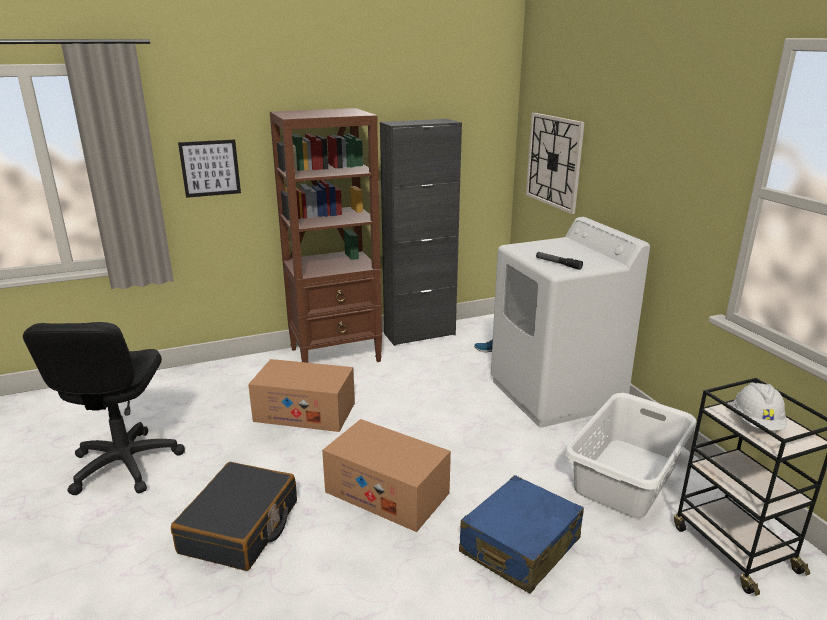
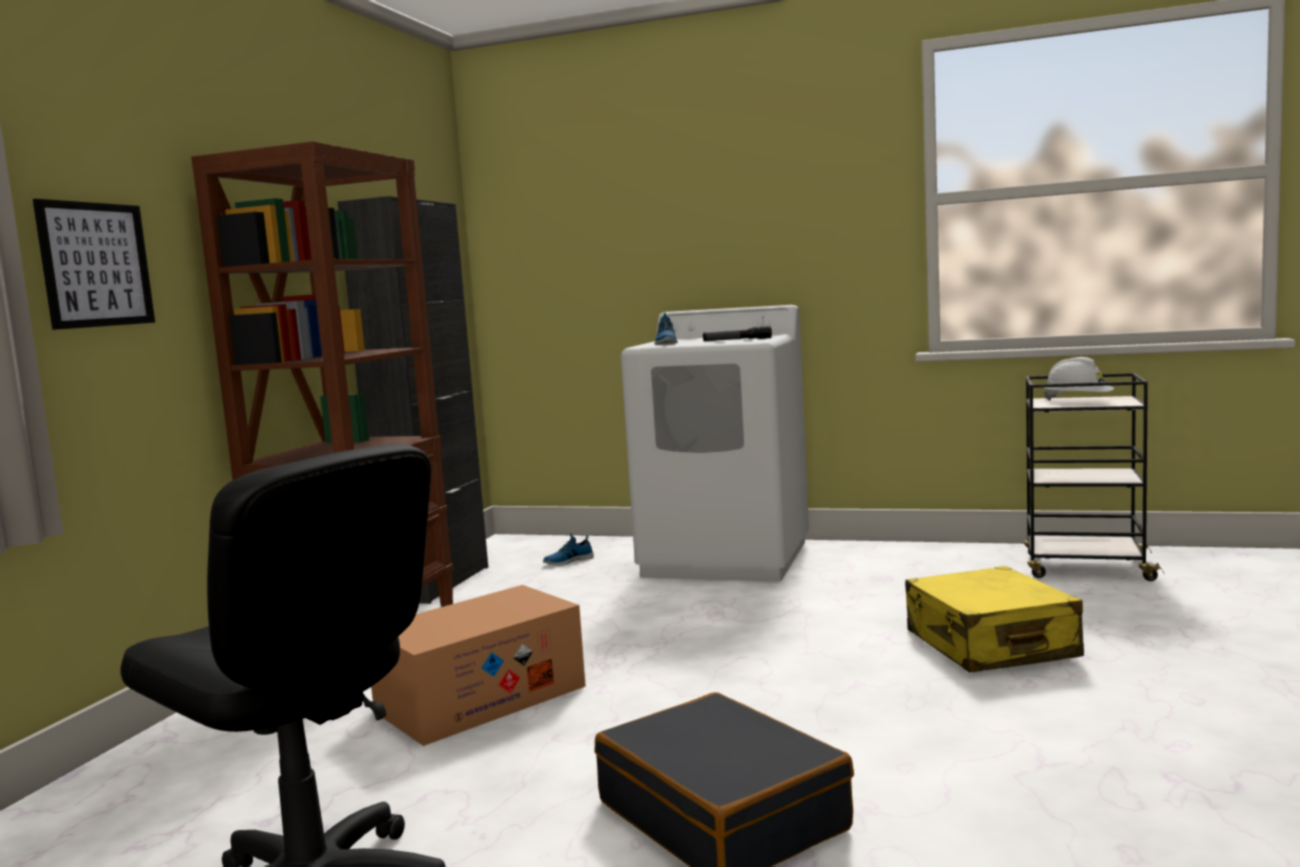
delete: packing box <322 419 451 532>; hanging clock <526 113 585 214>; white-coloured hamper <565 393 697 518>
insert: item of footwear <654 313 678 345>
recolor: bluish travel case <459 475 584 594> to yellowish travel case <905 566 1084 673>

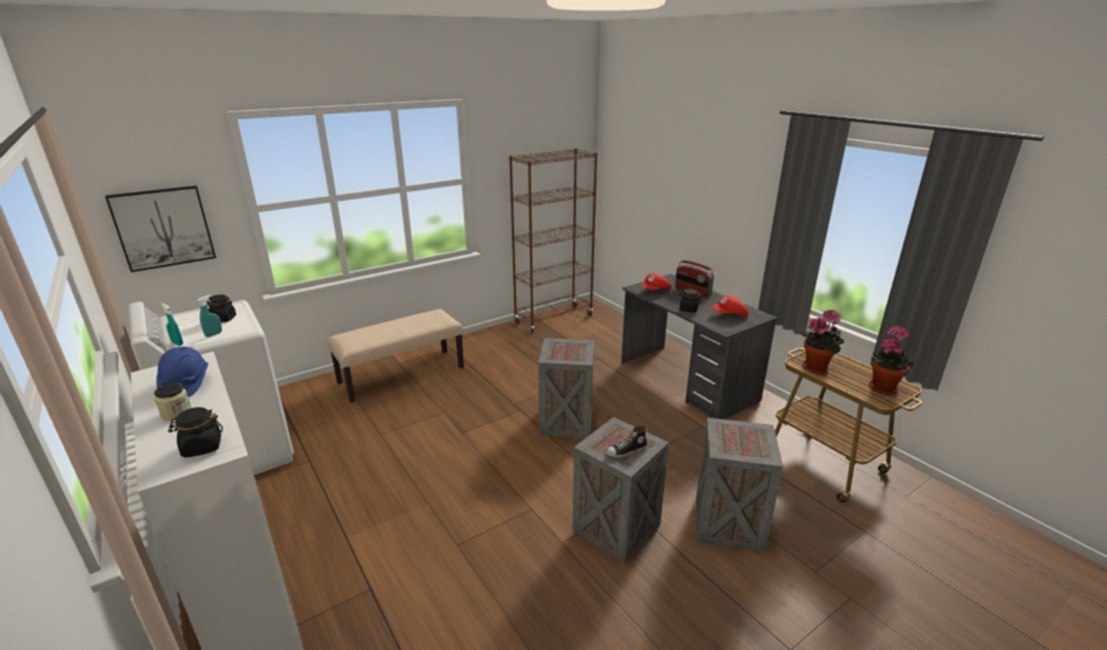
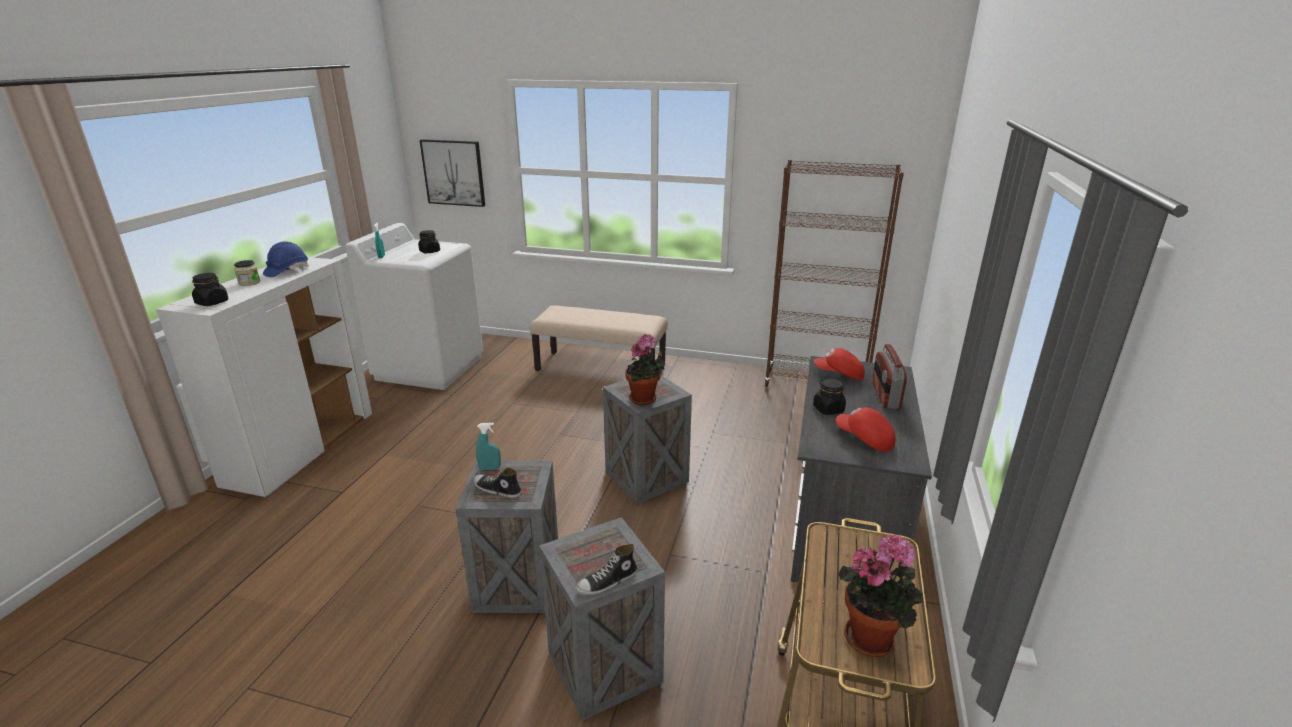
insert: item of footwear <576 544 637 595>
move: turquoise hand sprayer <197 295 222 337> to <476 423 501 470>; houseplant <801 309 844 374> to <625 334 665 405>

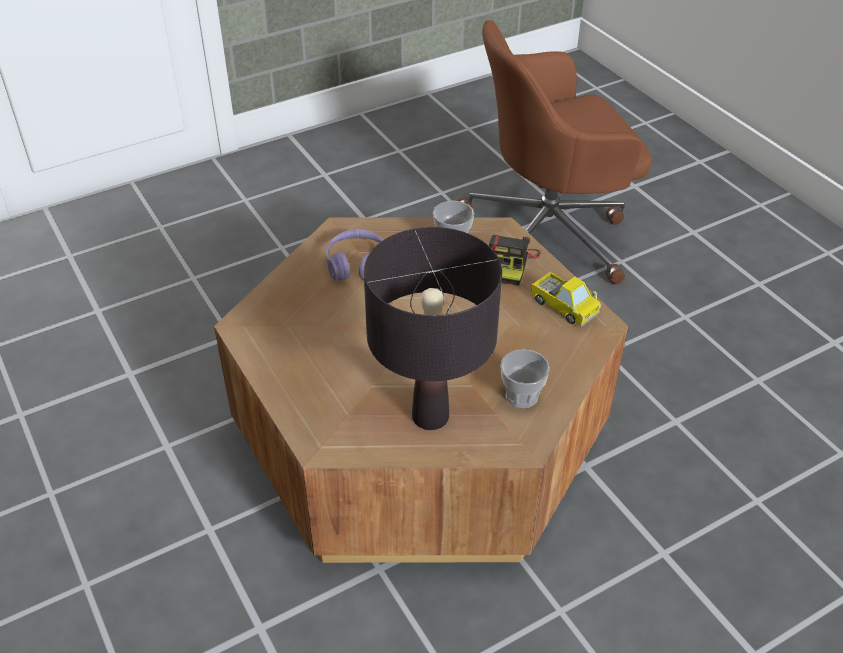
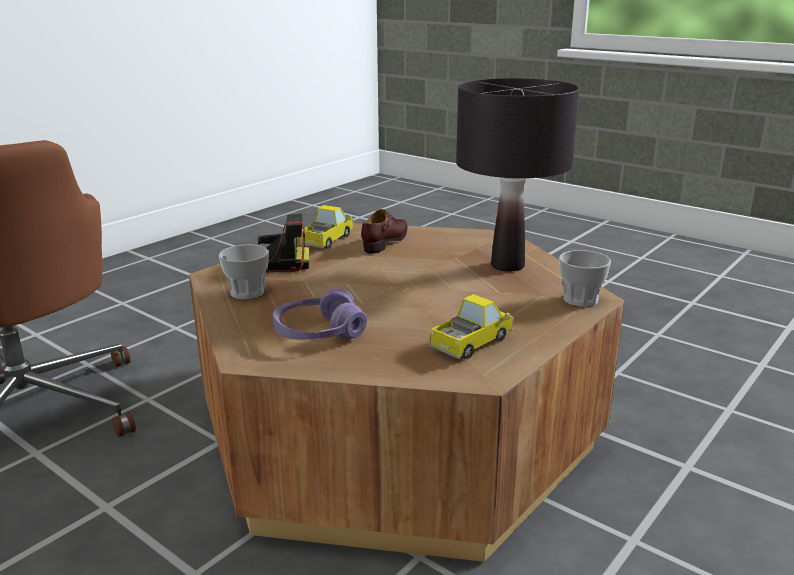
insert: brown item of footwear <361 209 408 254>; toy truck <430 294 514 359>
move: small cup <500 349 550 408> to <559 250 611 307>

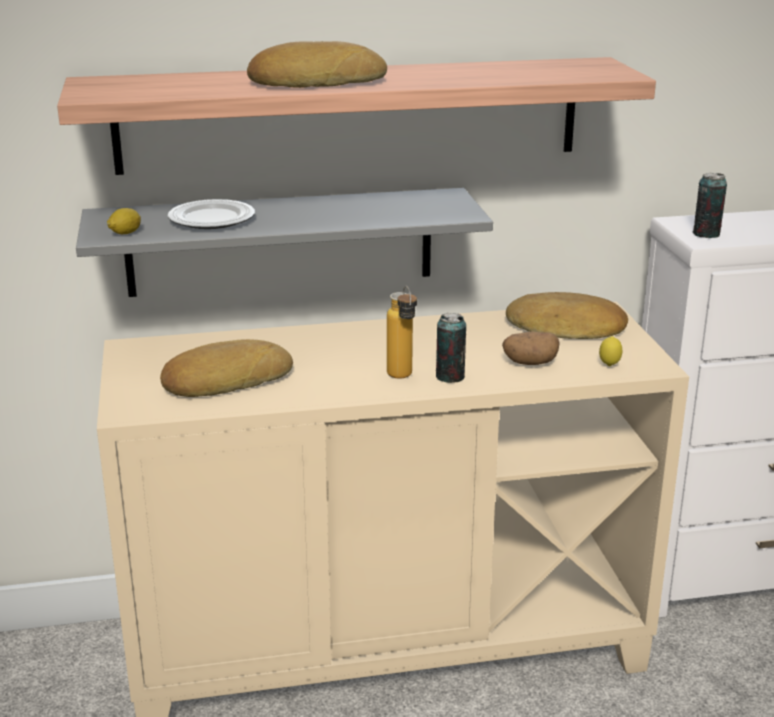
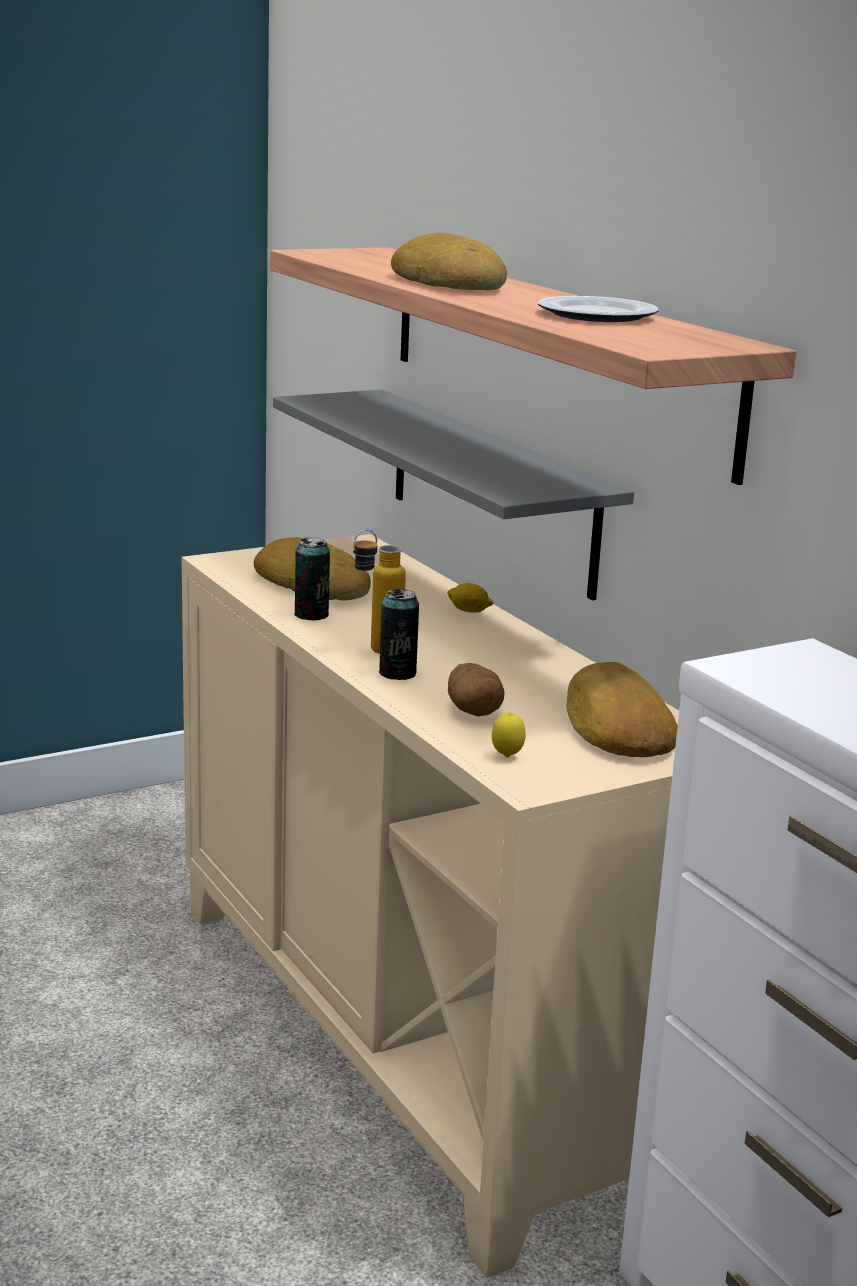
move: citrus fruit <107 208 141 234> to <447 583 493 613>; plate <168 199 255 229> to <538 296 659 322>; sealed can <692 172 727 238> to <294 537 330 621>

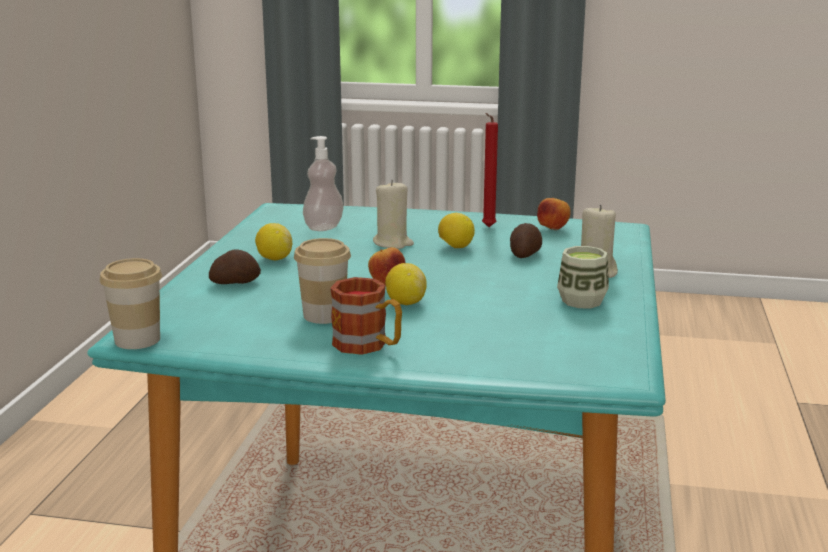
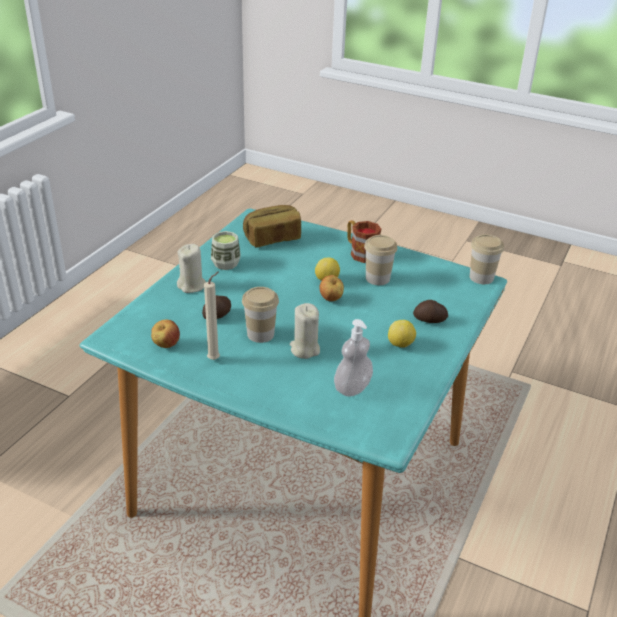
insert: bread <243 205 301 248>
replace: citrus fruit <438 213 475 248> to small cup <242 287 279 343>
recolor: reddish wax light <482 113 498 227> to sand-coloured wax light <204 271 220 360>

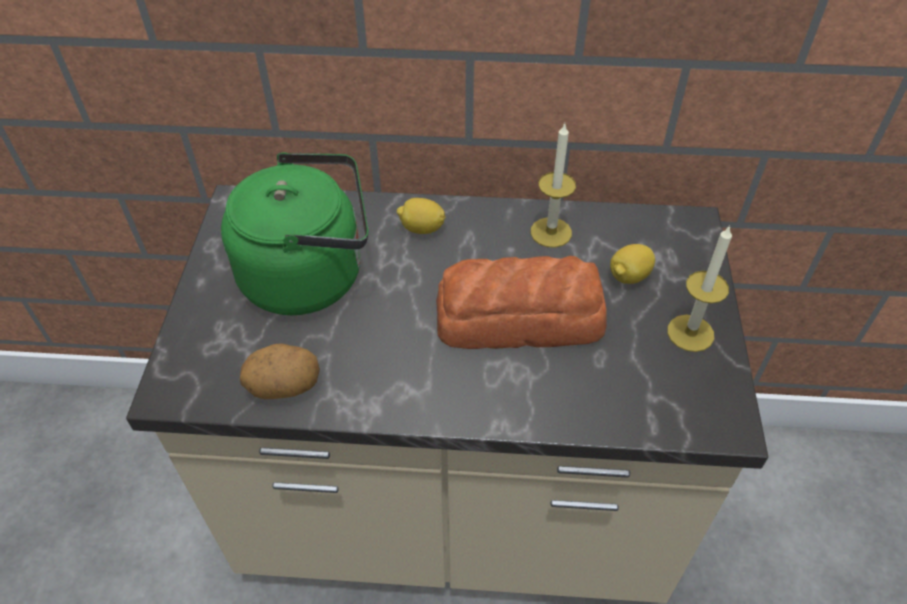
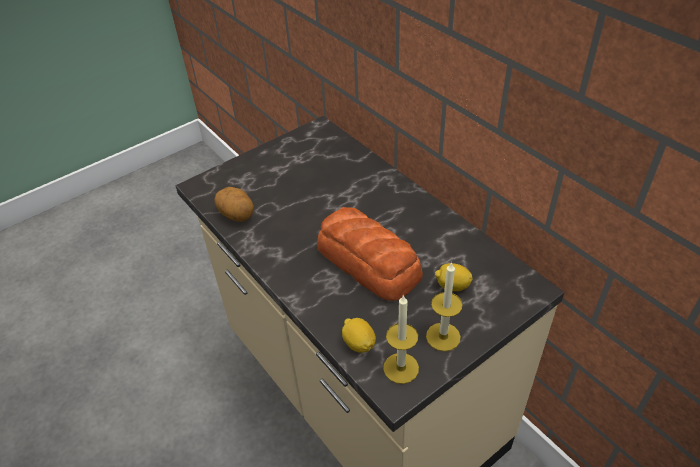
delete: greenish tea kettle <221 152 368 315>
move: citrus fruit <397 198 446 234> to <342 318 376 353>; wax light <531 124 576 248> to <383 294 419 384>

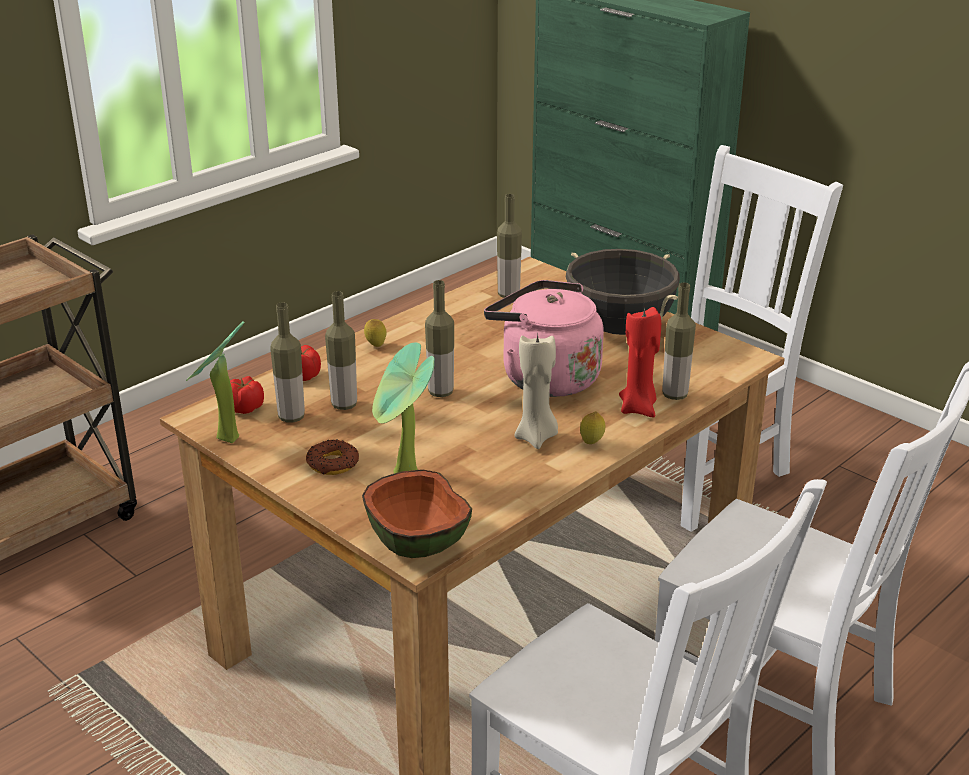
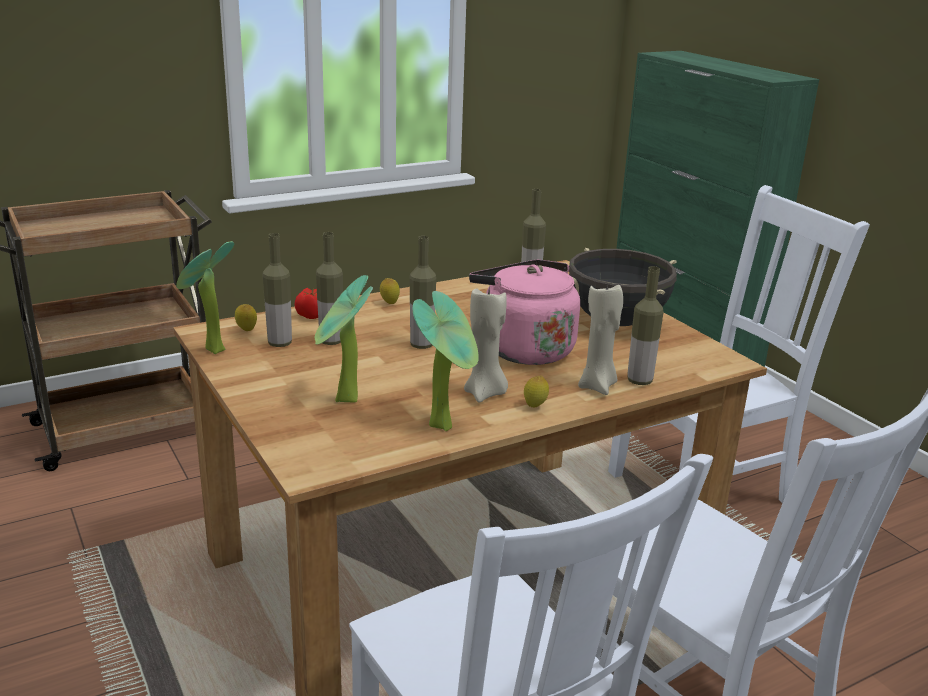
delete: donut <306 439 359 475>; deep dish <362 469 472 558>
insert: houseplant <412 291 479 431>
replace: tomato <230 376 264 414> to citrus fruit <235 304 257 331>
recolor: reddish wax light <619 307 661 418> to sand-coloured wax light <578 282 623 395>

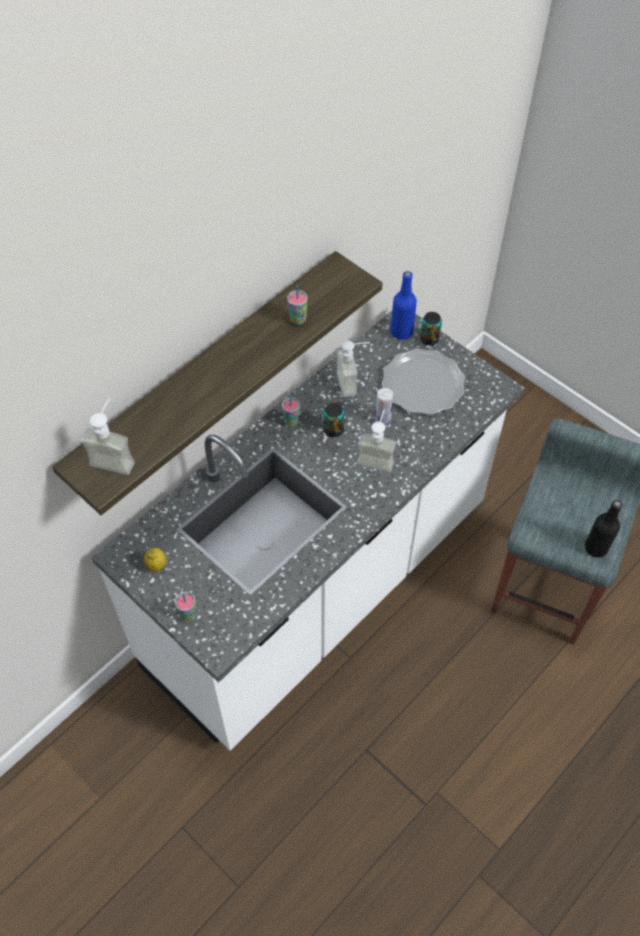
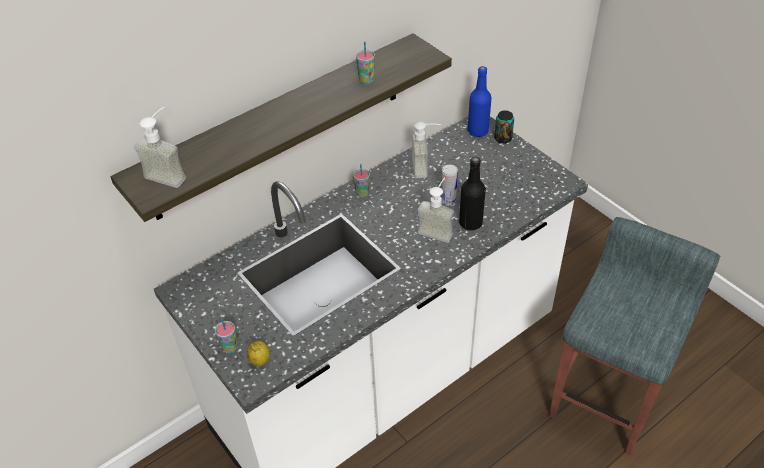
delete: sealed can <324 403 344 437>; plate <382 348 465 415>
move: citrus fruit <144 548 166 572> to <247 341 270 366>; black beverage bottle <585 500 622 558> to <459 157 486 230>

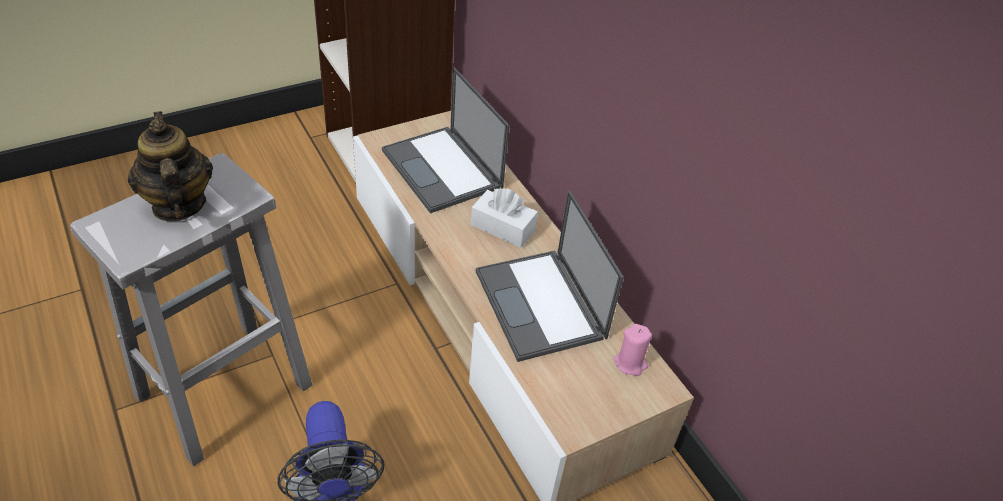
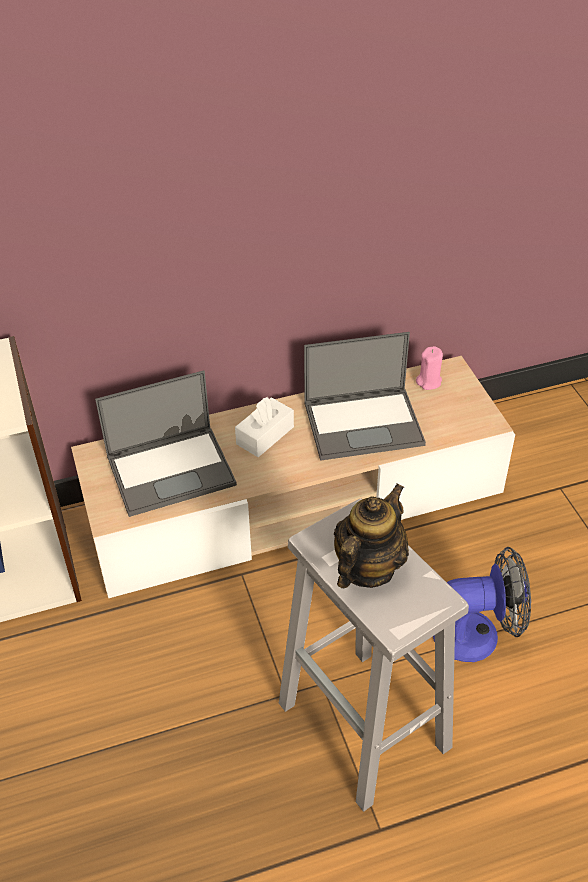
rotate: pot for tea <128 111 213 221> = <334 483 409 588> 135 degrees clockwise

